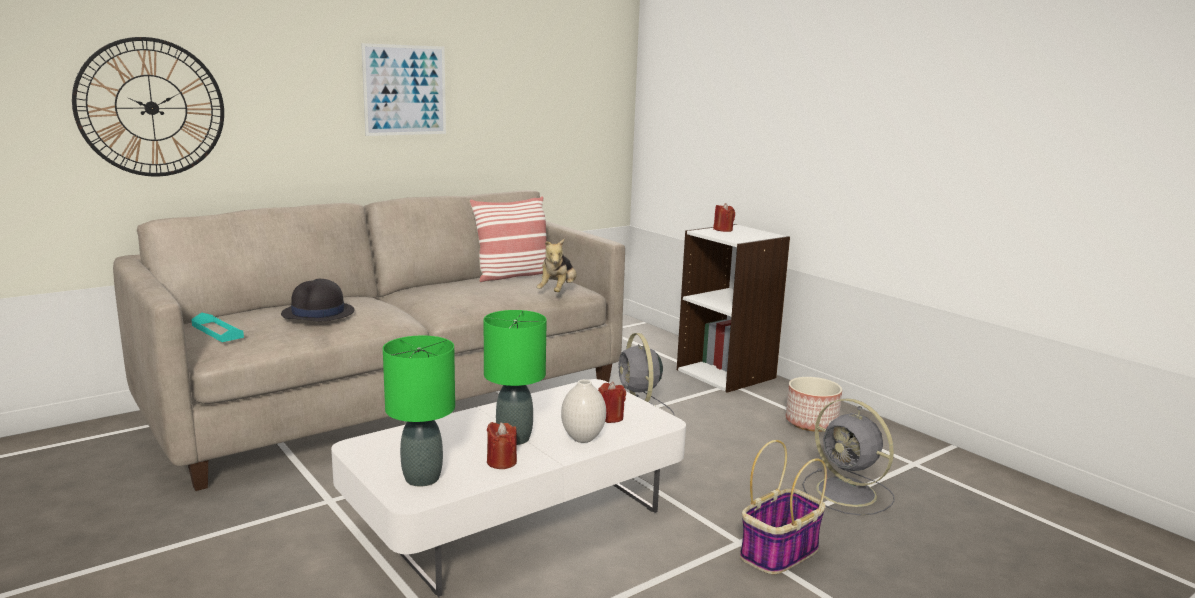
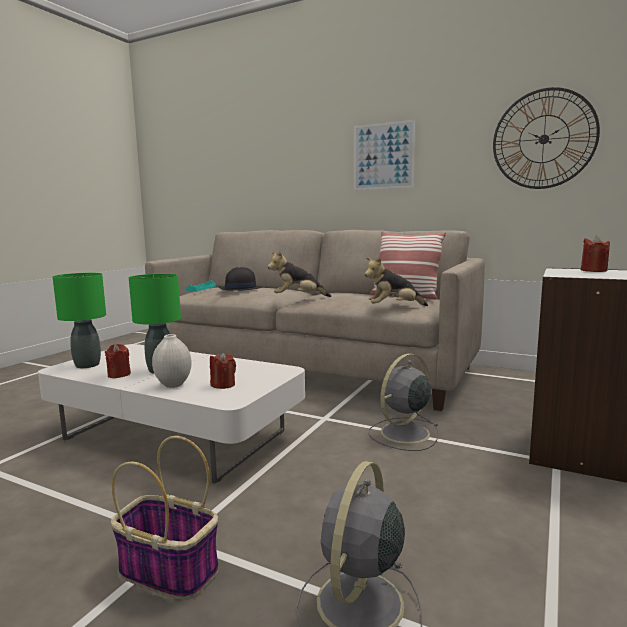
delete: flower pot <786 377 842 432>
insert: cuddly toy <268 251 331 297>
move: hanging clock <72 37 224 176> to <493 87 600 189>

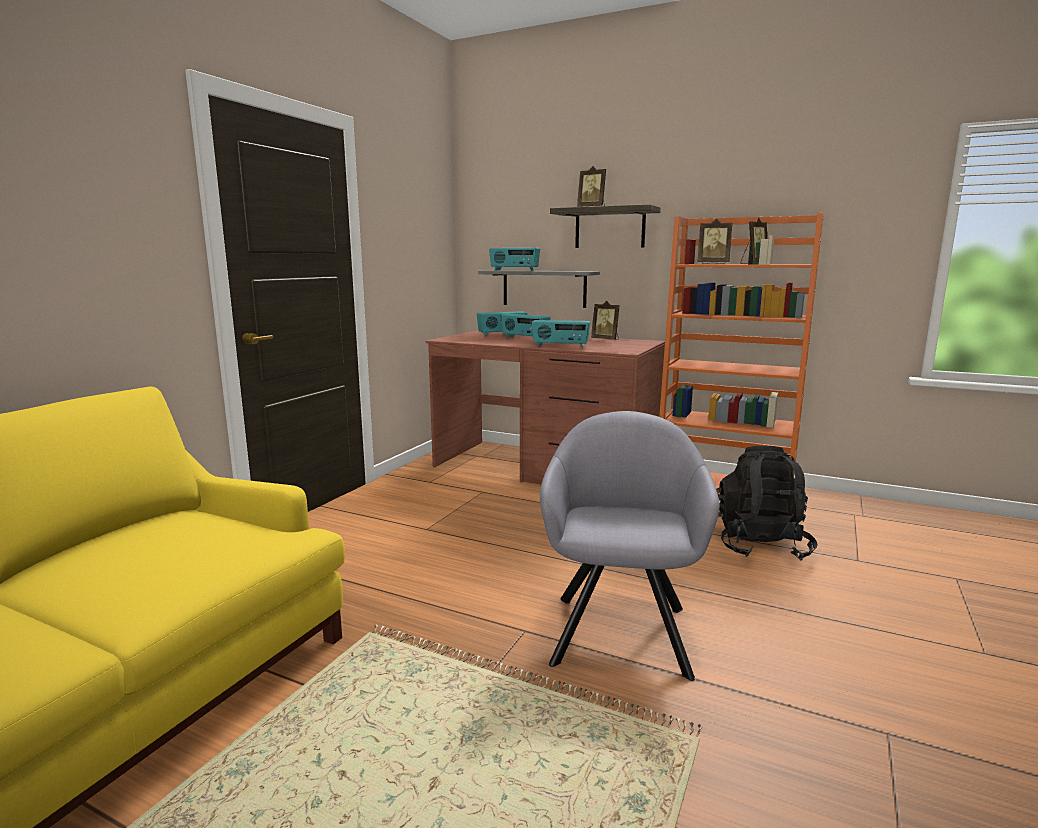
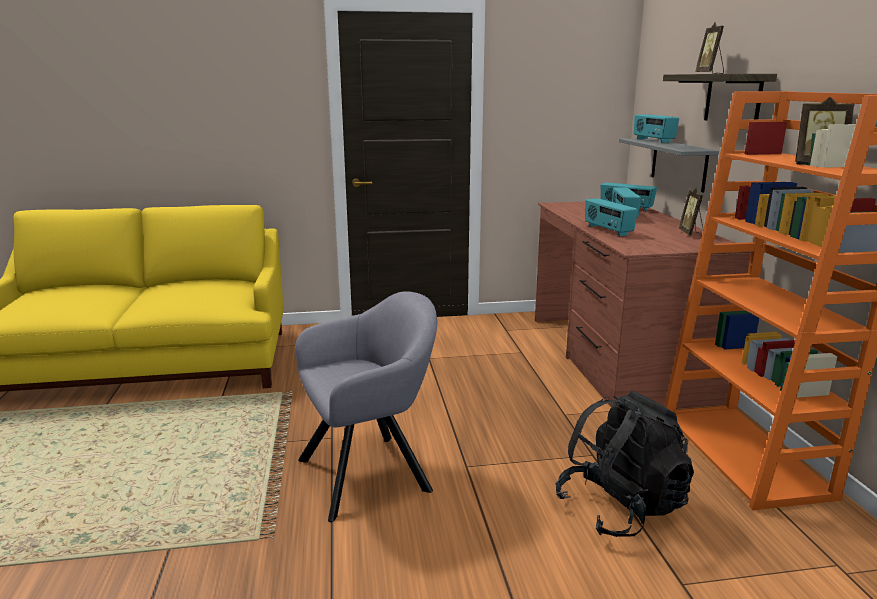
delete: standing frame <698 219 732 264>

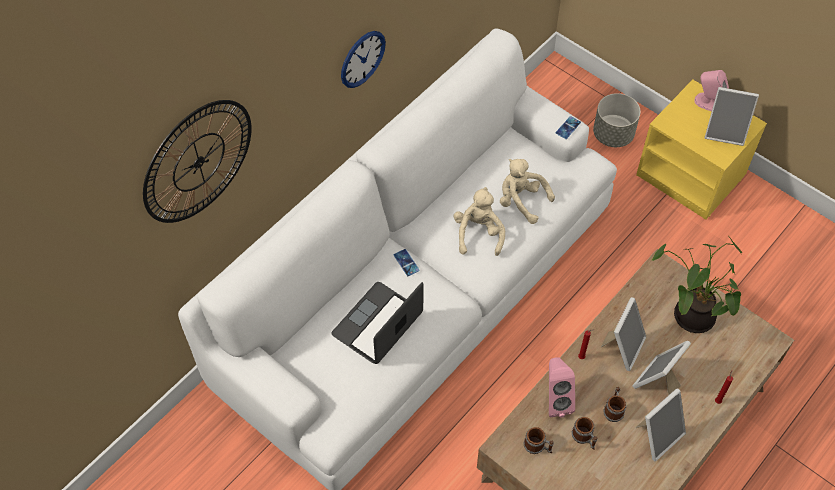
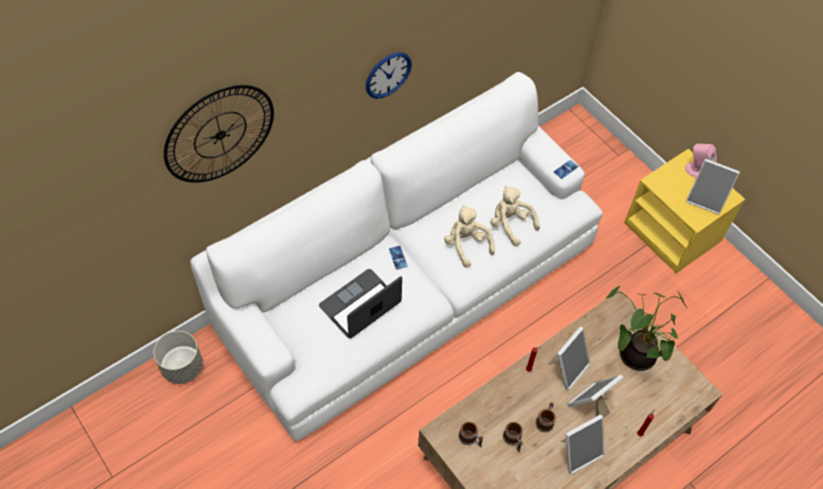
delete: pink audio speaker <549 357 575 418>
move: gray flower pot <593 93 640 147> to <153 331 203 384>
rotate: sand-coloured cuddly toy <453 187 505 256> = <444 205 495 268> 45 degrees counterclockwise

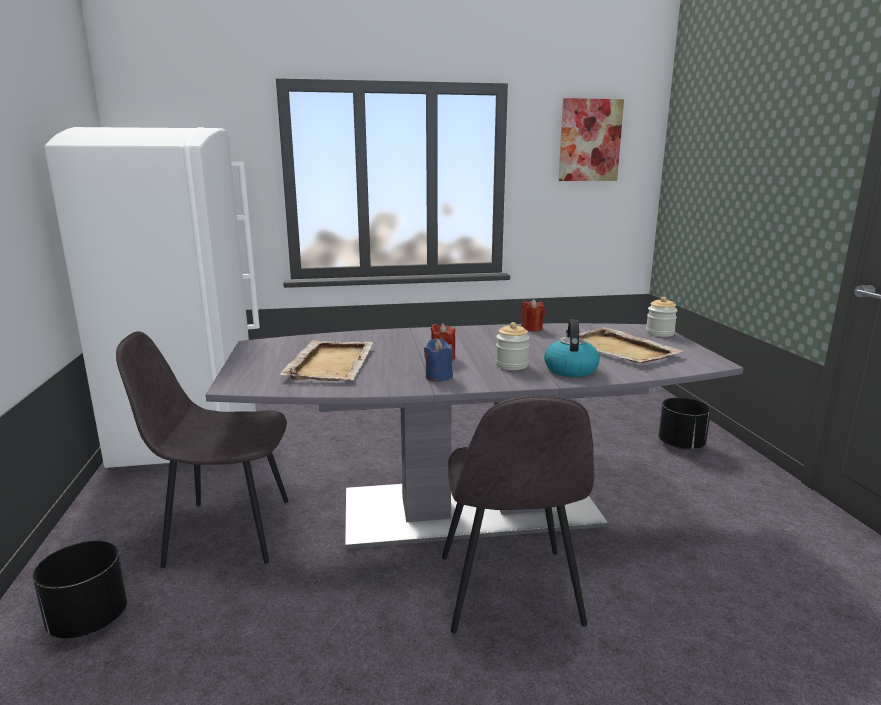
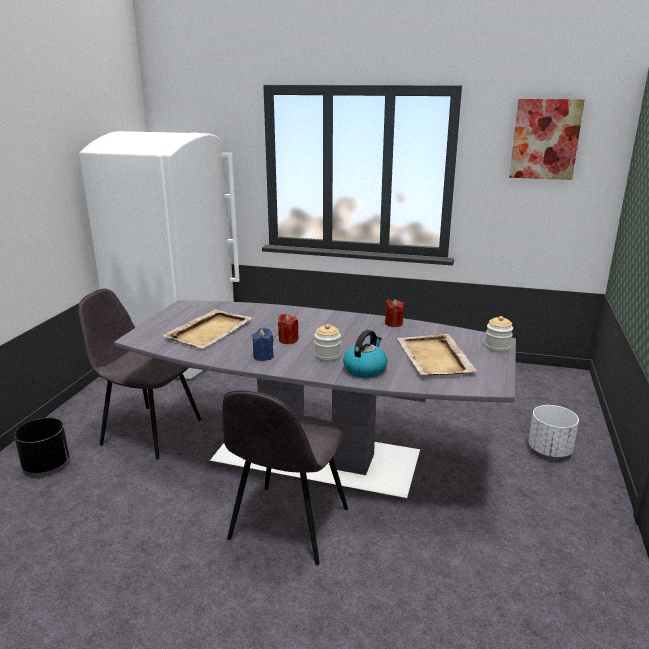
recolor: black flower pot <659 398 711 450> to white-coloured flower pot <529 405 579 457>

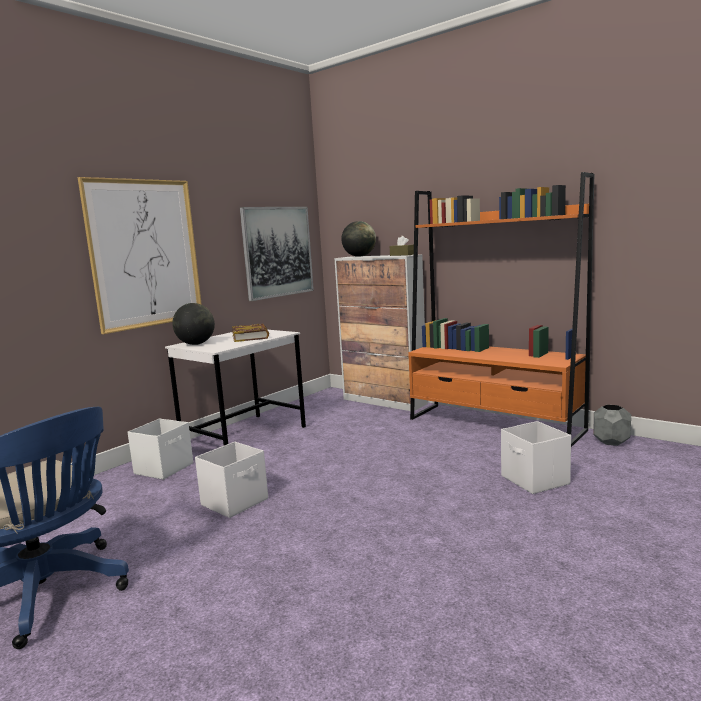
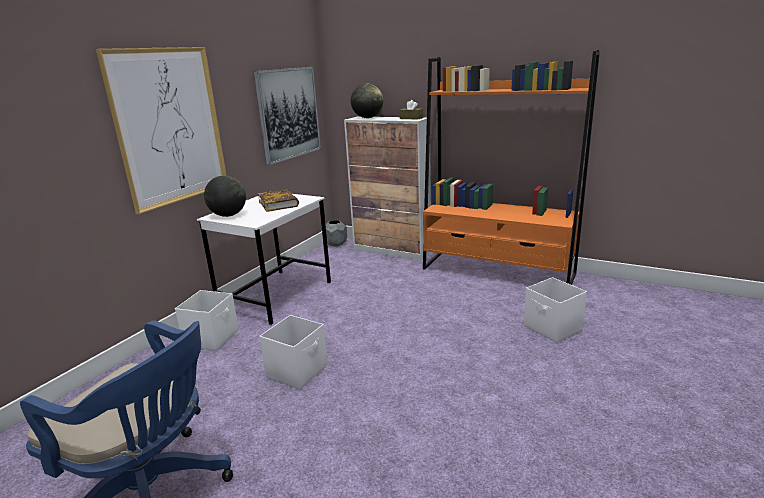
move: gray flower pot <593 405 631 446> to <325 220 347 247>

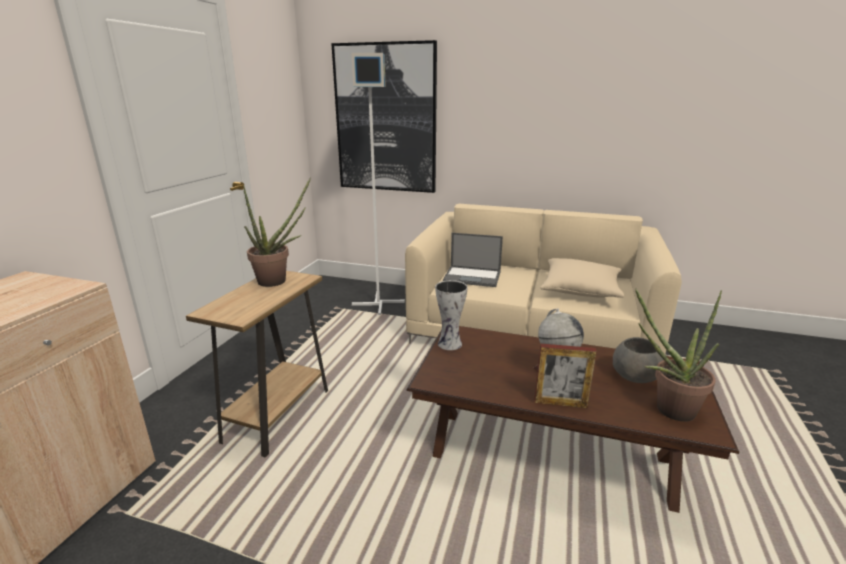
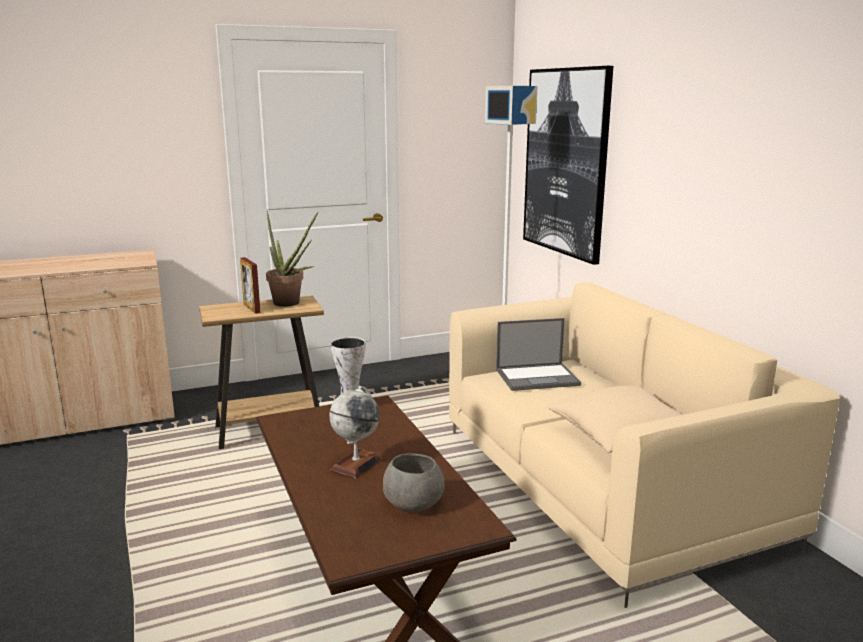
delete: houseplant <635 288 722 422>
move: standing frame <535 344 597 408> to <240 257 261 314>
rotate: notebook computer <443 233 503 287> = <496 318 581 391> 75 degrees counterclockwise

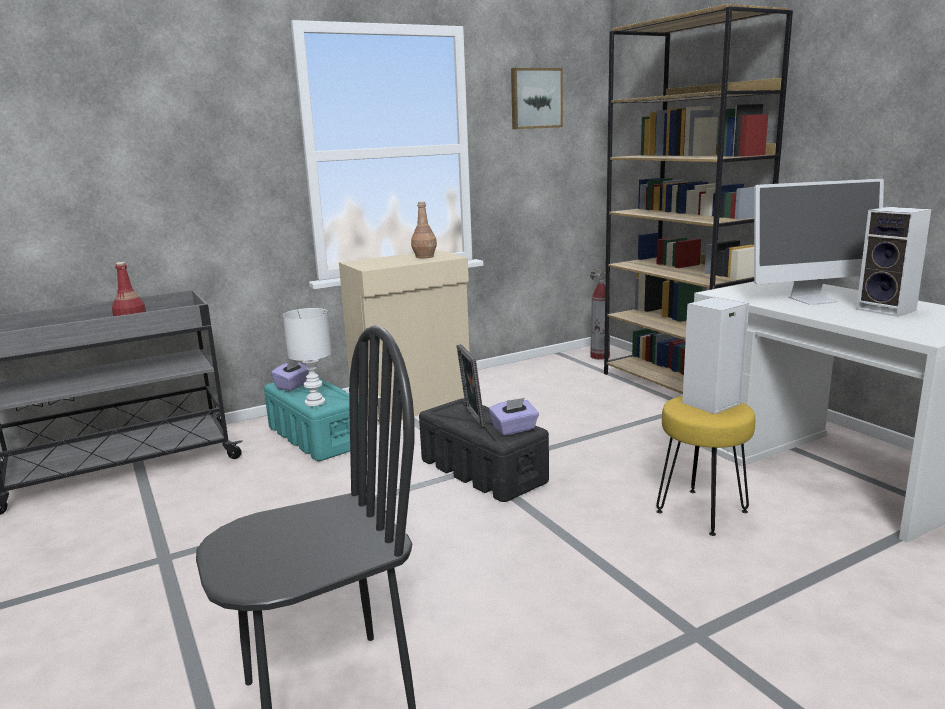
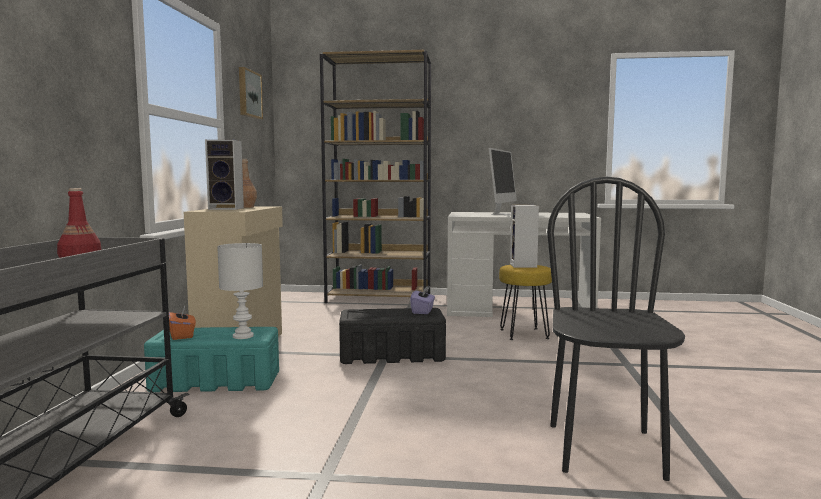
delete: standing frame <457 344 485 427>; fire-fighting cylinder <590 268 612 360>
move: audio speaker <856 207 931 317> to <205 140 244 210>
recolor: purplish tissue holder <271 360 309 391> to orange-coloured tissue holder <169 306 196 340>

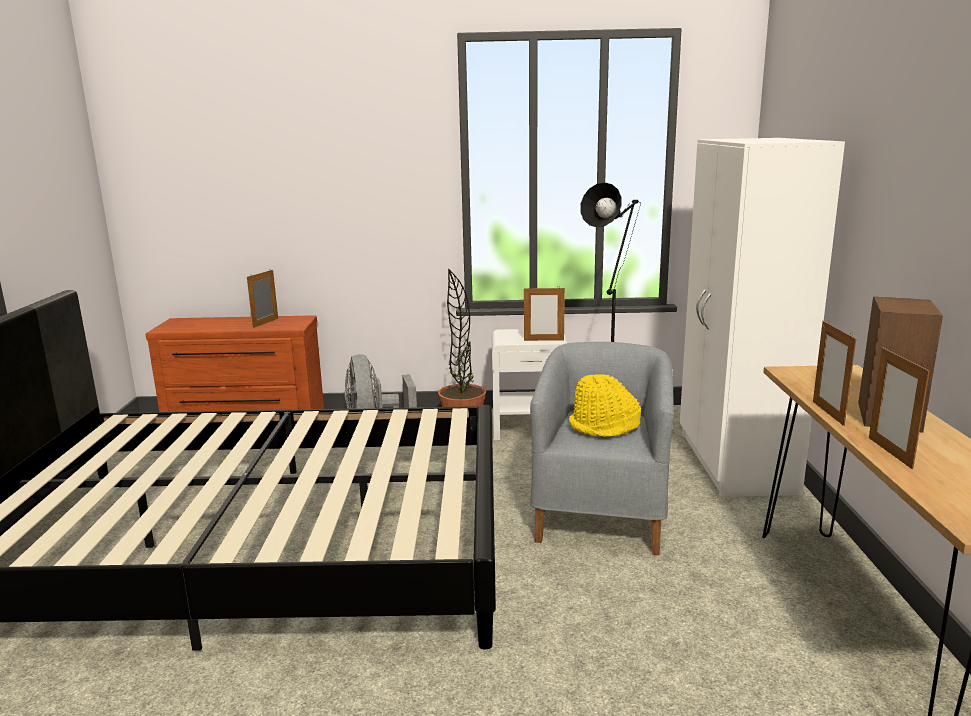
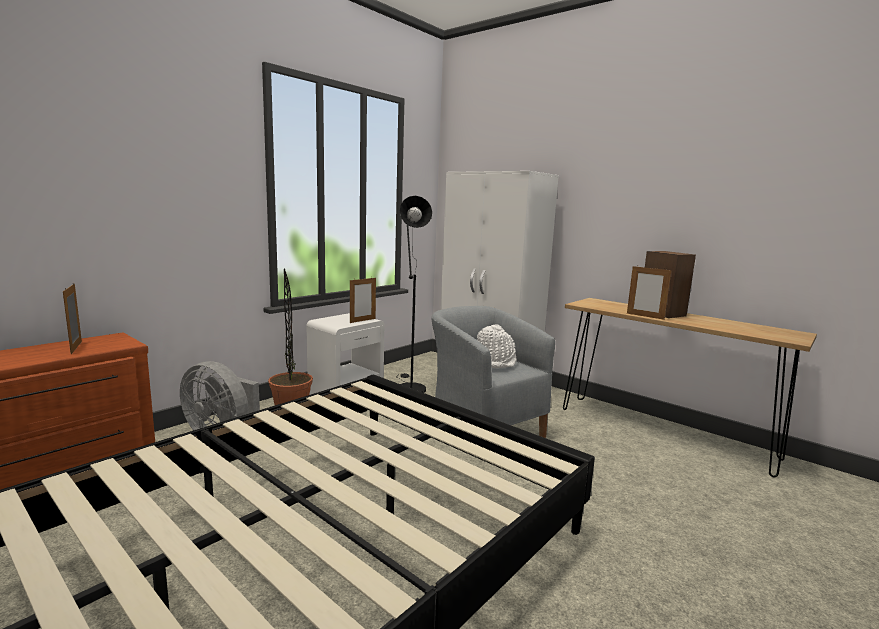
delete: standing frame <869 347 930 469>
recolor: yellowish wearable hat <569 374 641 437> to white-coloured wearable hat <477 324 517 368>

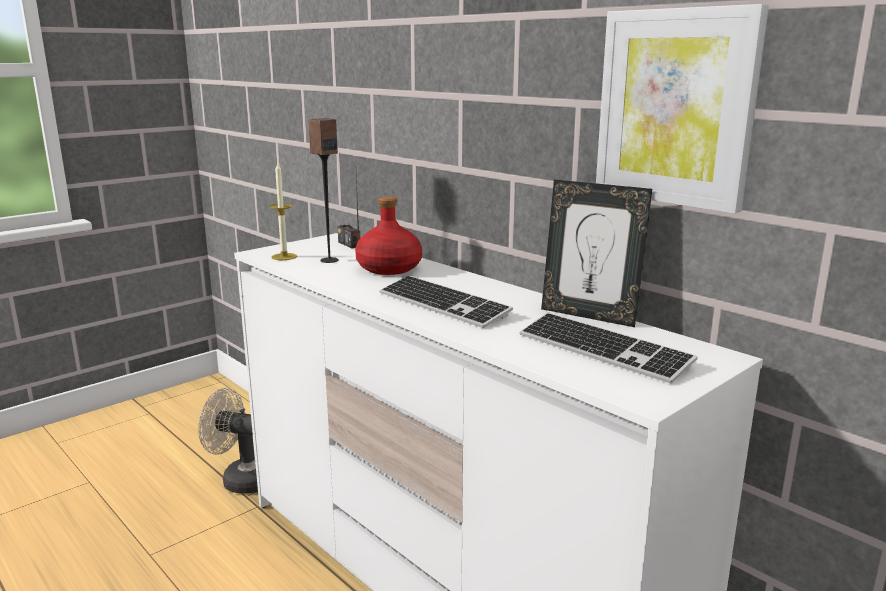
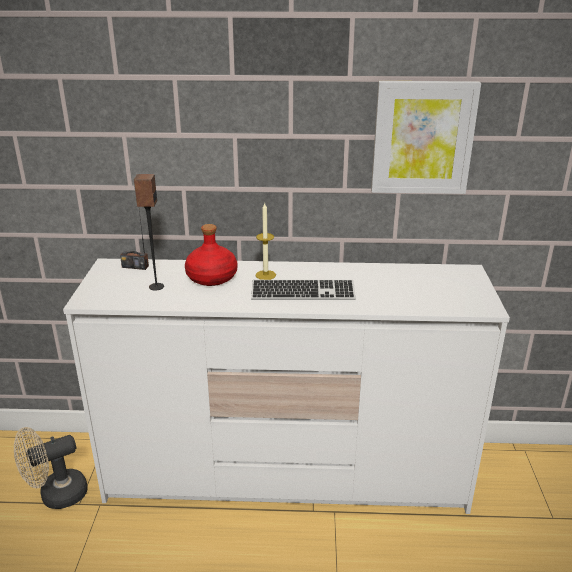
delete: PC keyboard <520 313 698 384>; standing frame <541 180 652 327>
move: wax light <270 162 297 260> to <256 202 276 280>

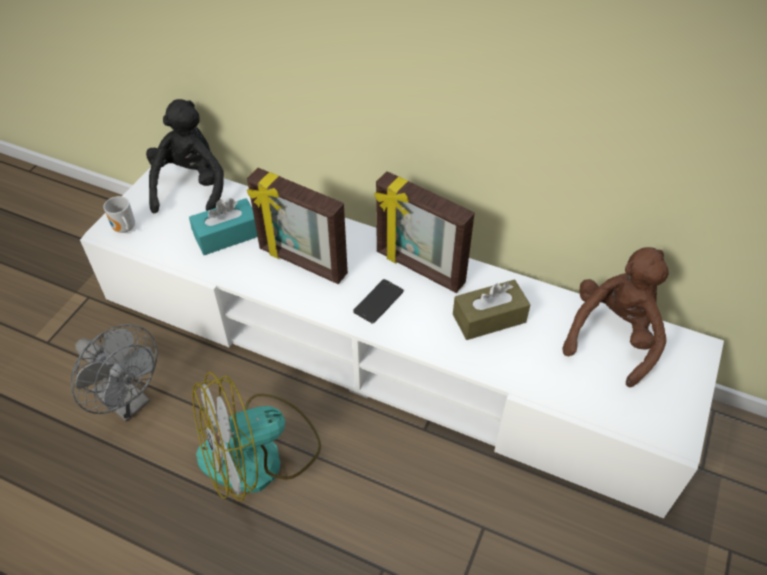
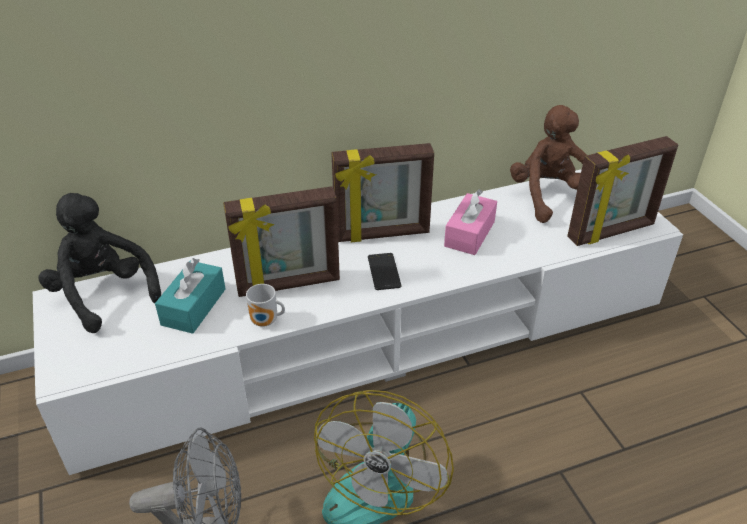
insert: standing frame <567 136 678 246>
move: mug <104 196 135 233> to <246 284 285 327>
recolor: brown tissue holder <453 280 531 340> to pink tissue holder <444 189 497 255>

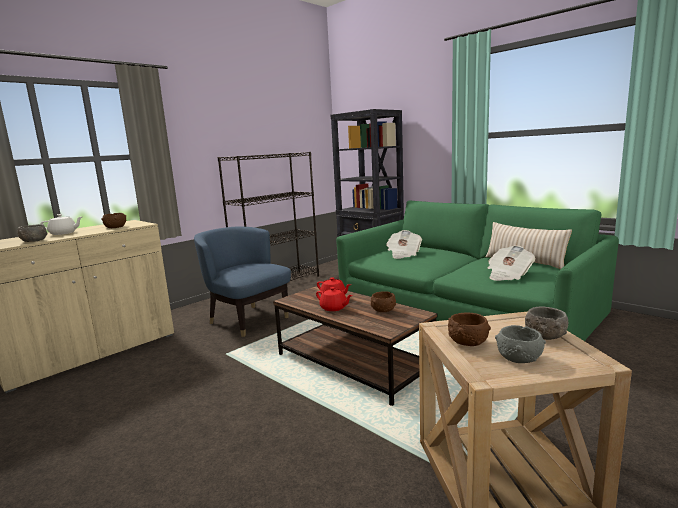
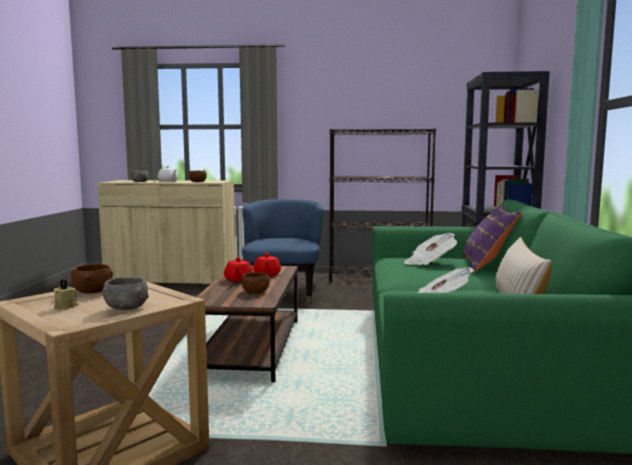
insert: purplish throw pillow <463 204 522 273>
replace: gray deep dish <495 325 546 363> to sand-coloured wax light <54 280 79 310>

